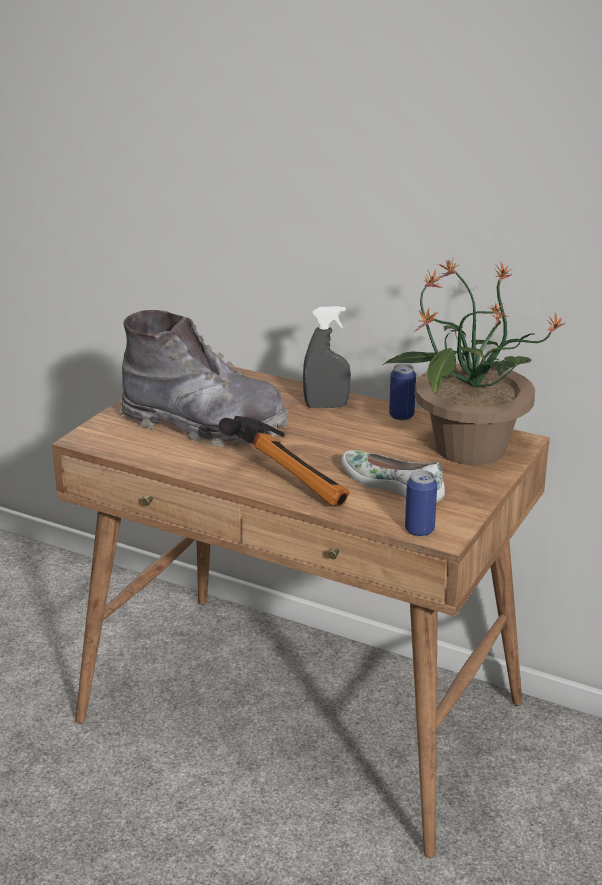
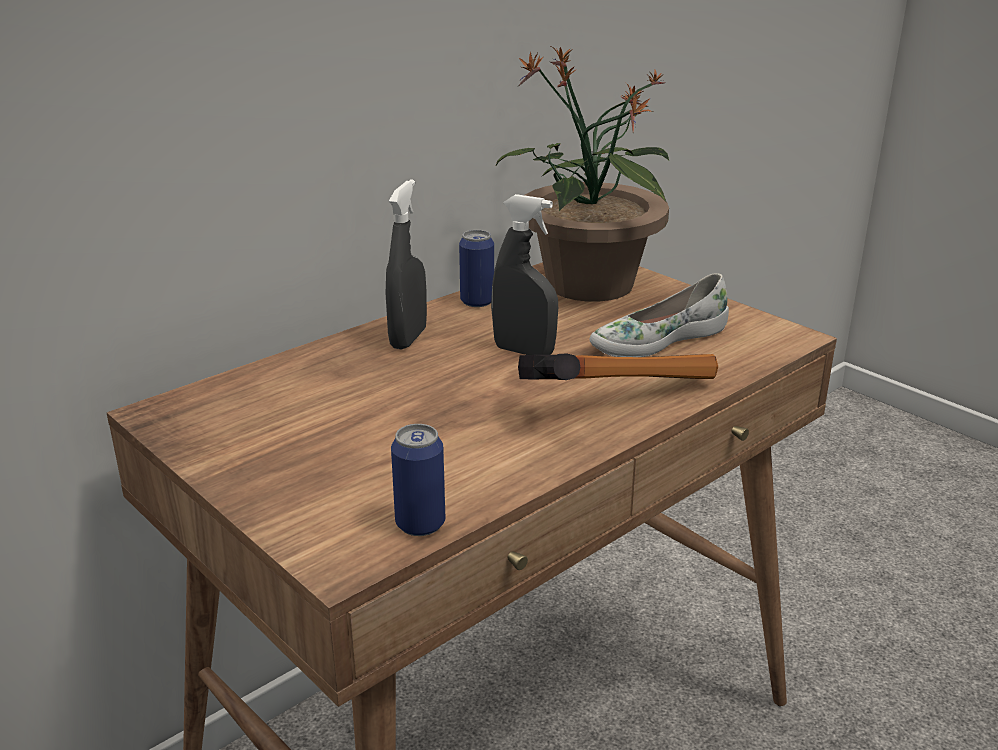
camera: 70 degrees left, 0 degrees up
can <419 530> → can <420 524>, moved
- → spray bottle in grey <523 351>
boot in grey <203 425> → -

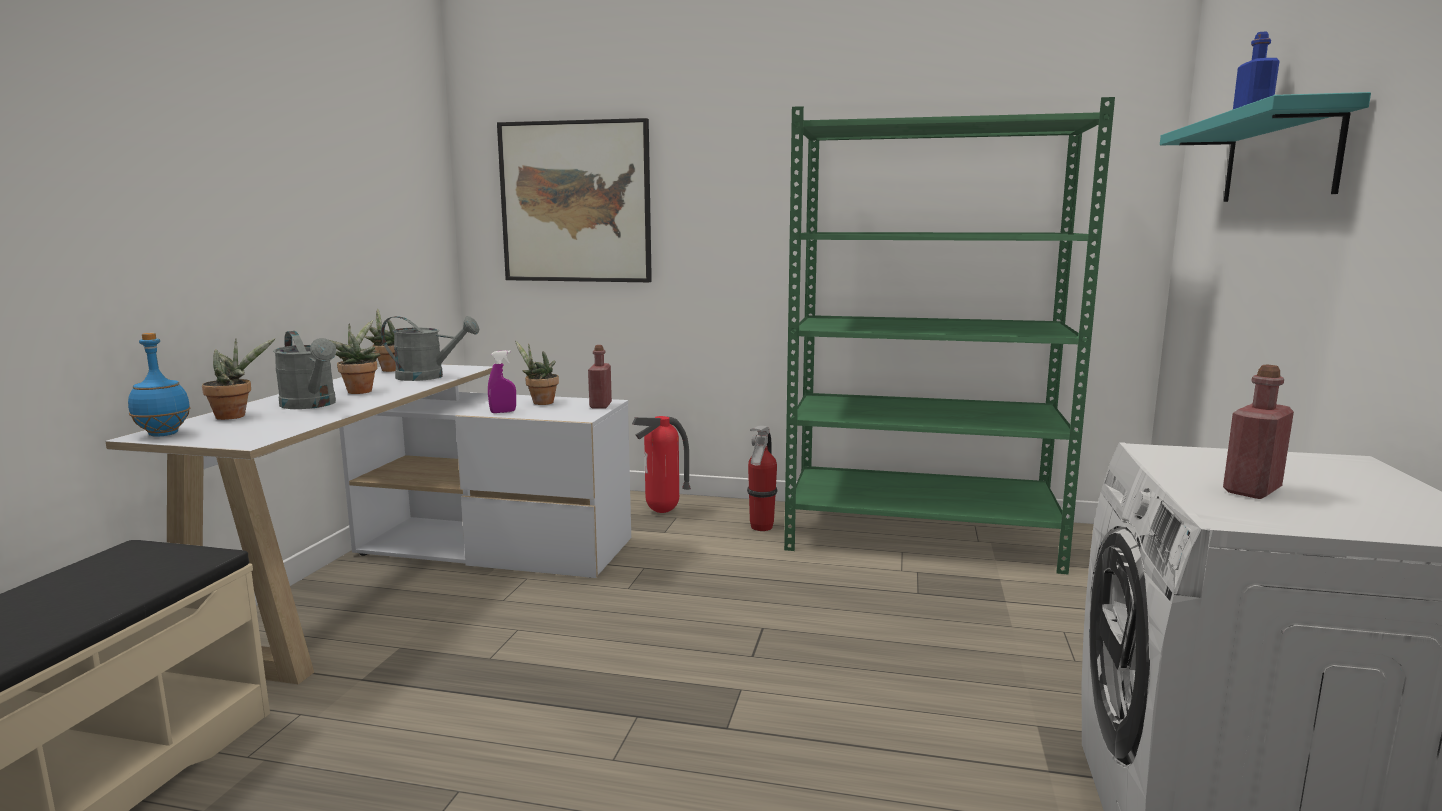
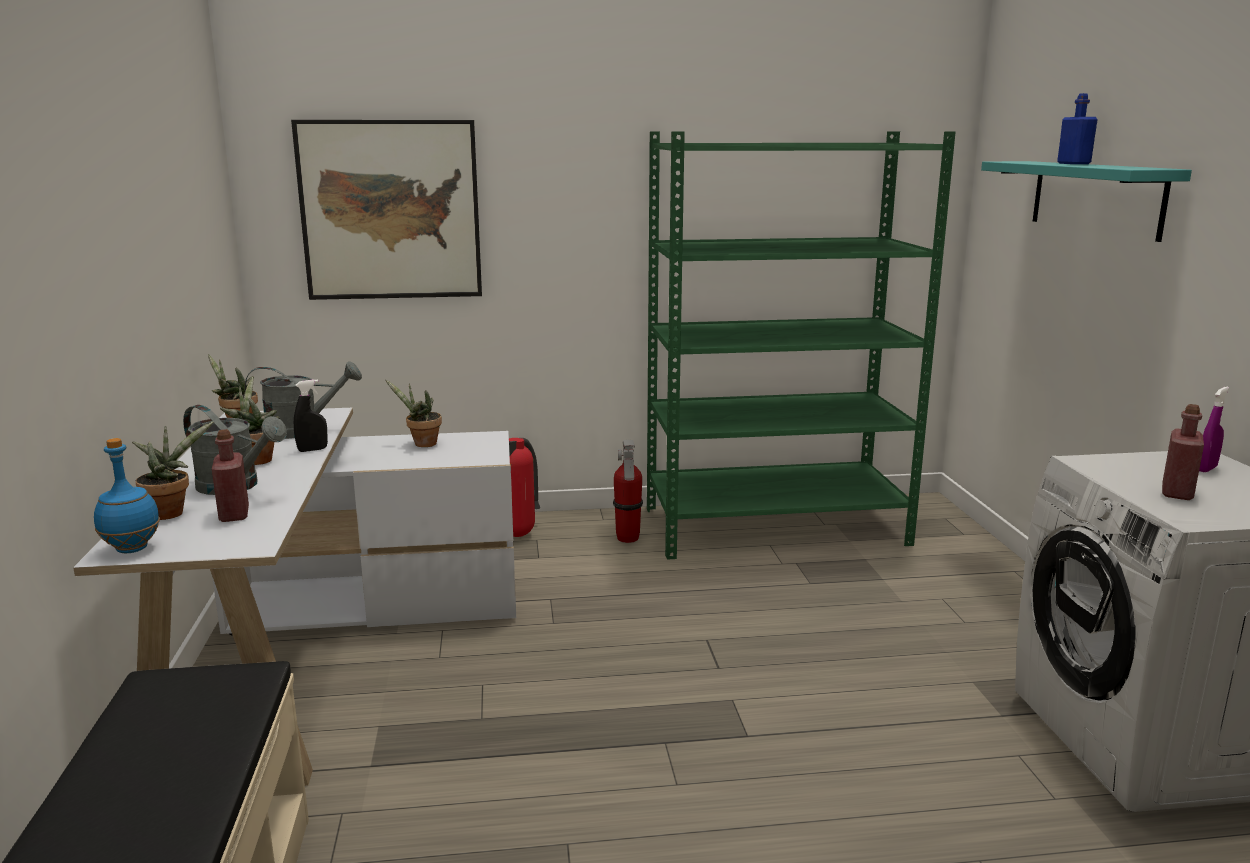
camera: 20 degrees left, 5 degrees up
bottle in red <600 405> → bottle in red <234 514>, moved
- → spray bottle in black <312 450>
spray bottle in purple <503 412> → spray bottle in purple <1206 469>, moved

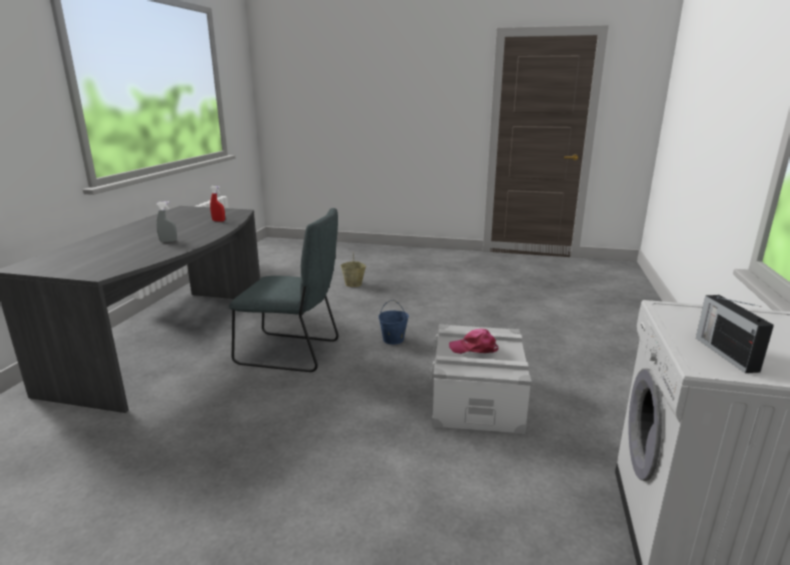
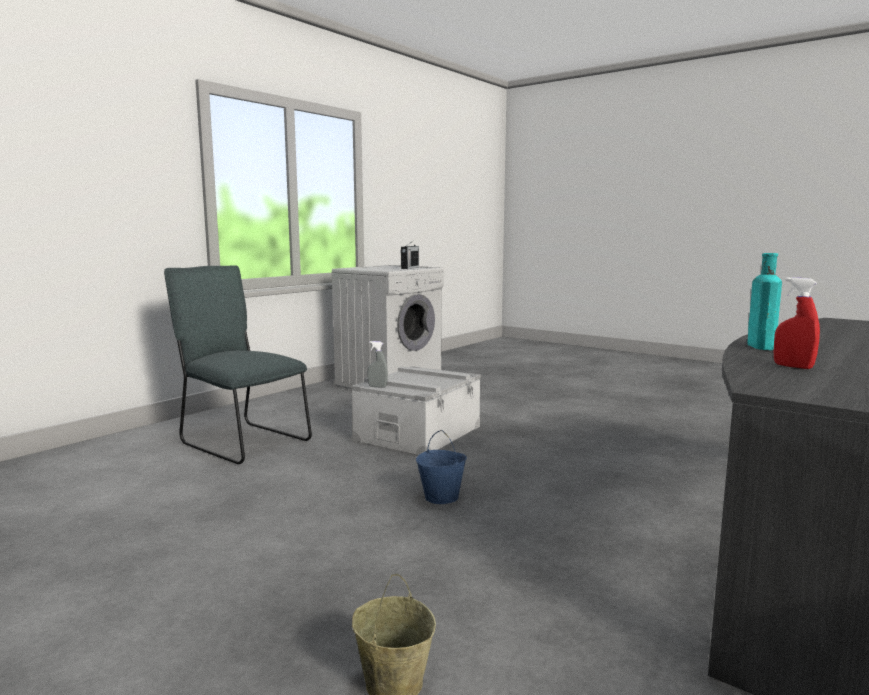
camera: 155 degrees left, 10 degrees down
chair in grey <293 353> → chair in grey <241 441>, moved
spray bottle in grey <168 241> → spray bottle in grey <377 386>, moved
- → bottle in turquoise <759 346>
cap in pink <474 348> → -

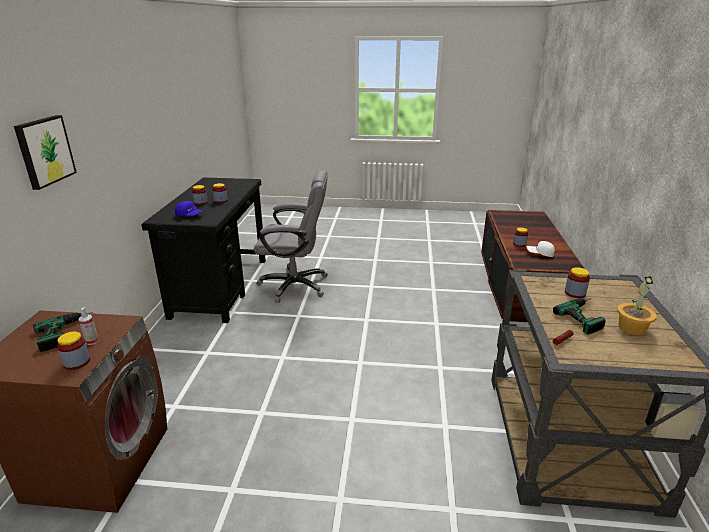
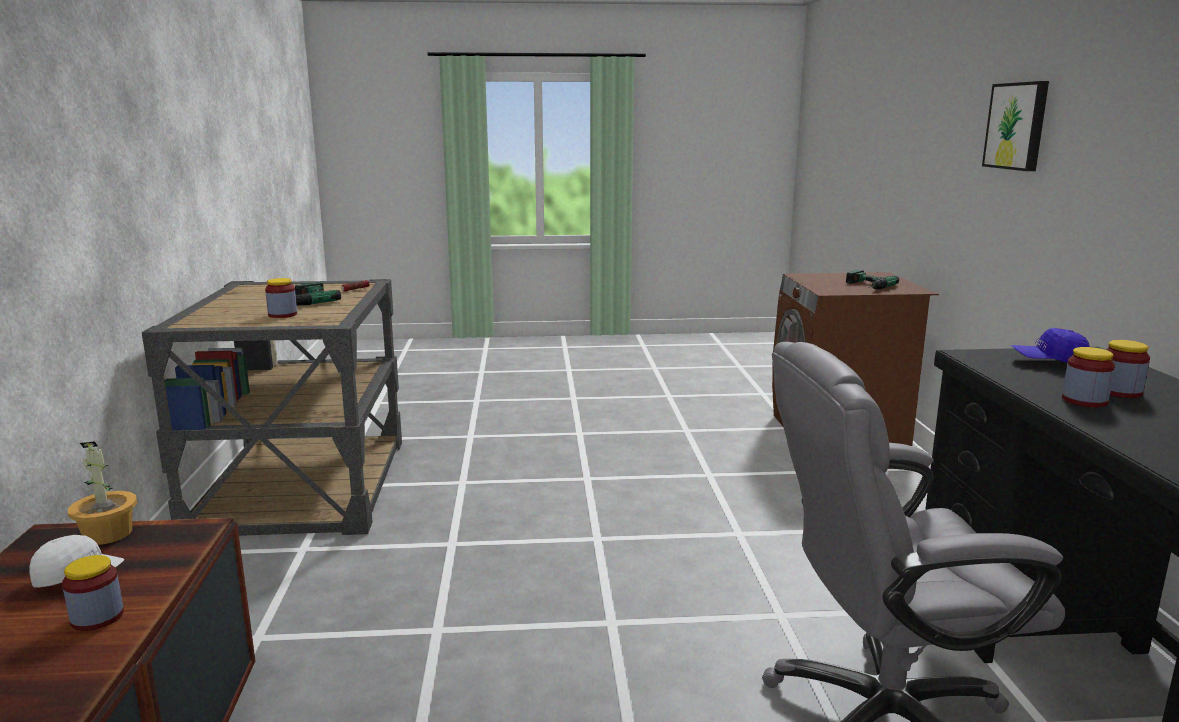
camera: 170 degrees right, 10 degrees down
potted plant <631 327> → potted plant <107 534>, moved
jar <77 362> → -
spray bottle <92 341> → -

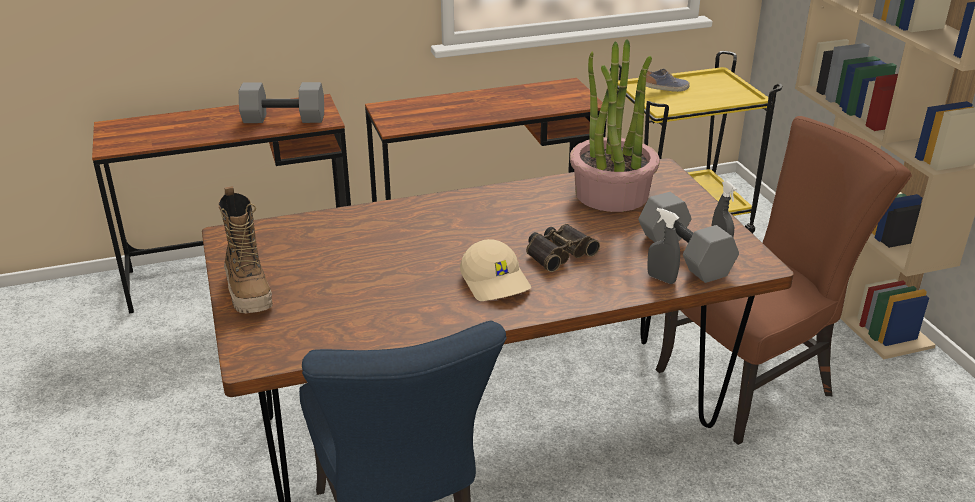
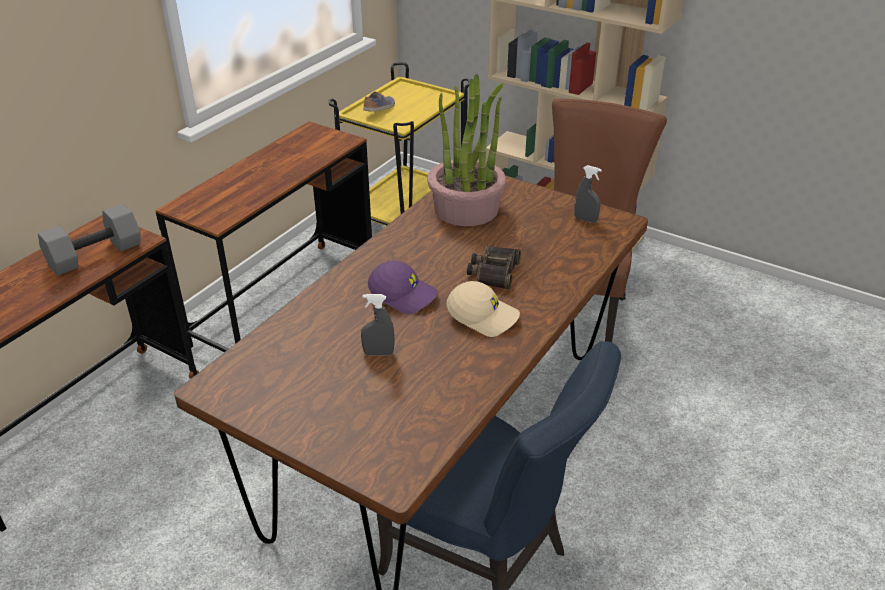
camera: 40 degrees left, 5 degrees up
spray bottle in grey <661 279> → spray bottle in grey <378 353>, moved
- → cap in purple <404 294>
boot <249 292> → -
dumbbell in grey <682 255> → -

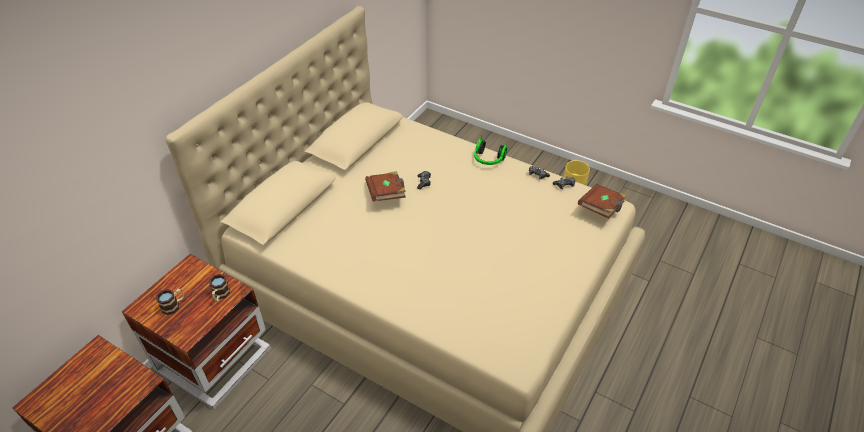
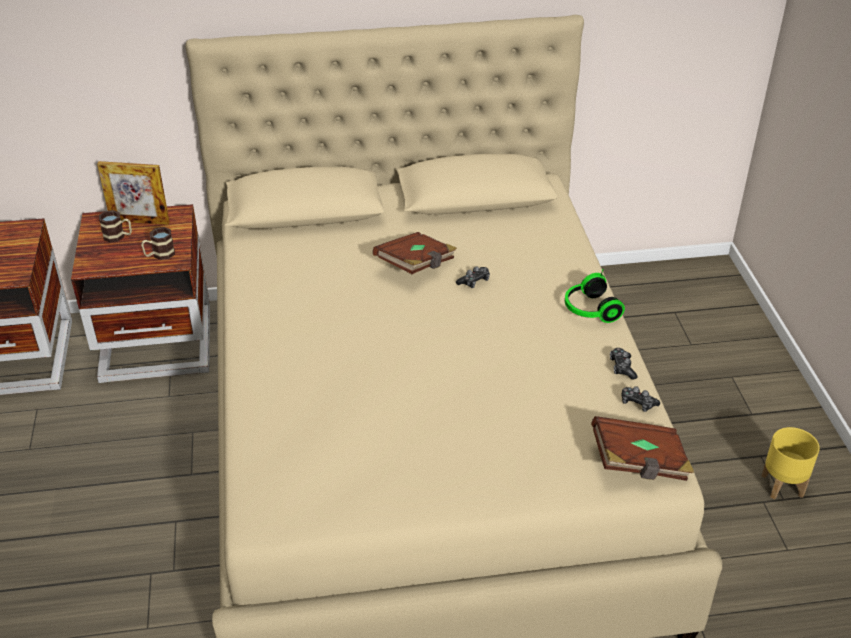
camera: 50 degrees right, 5 degrees down
- → picture frame <139 221>

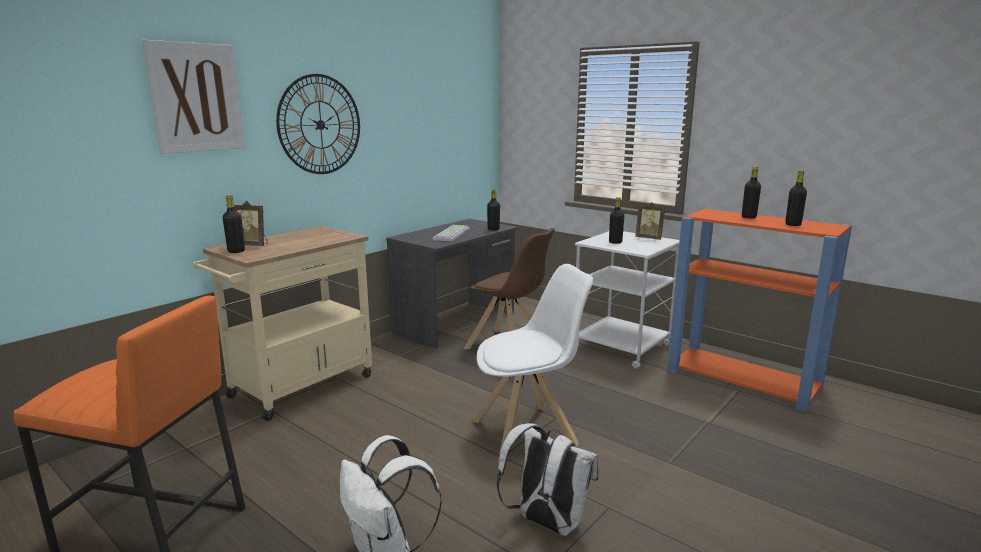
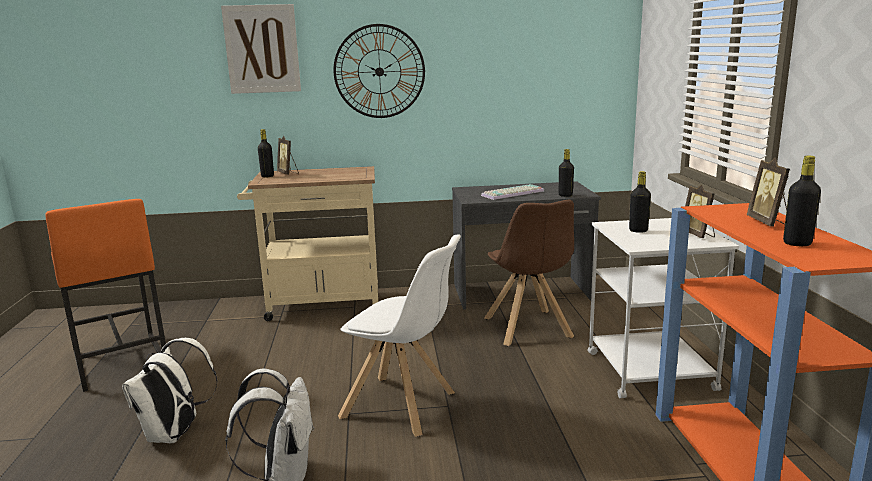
camera: 45 degrees right, 0 degrees up
bottle in black <748 217> → picture frame <768 223>

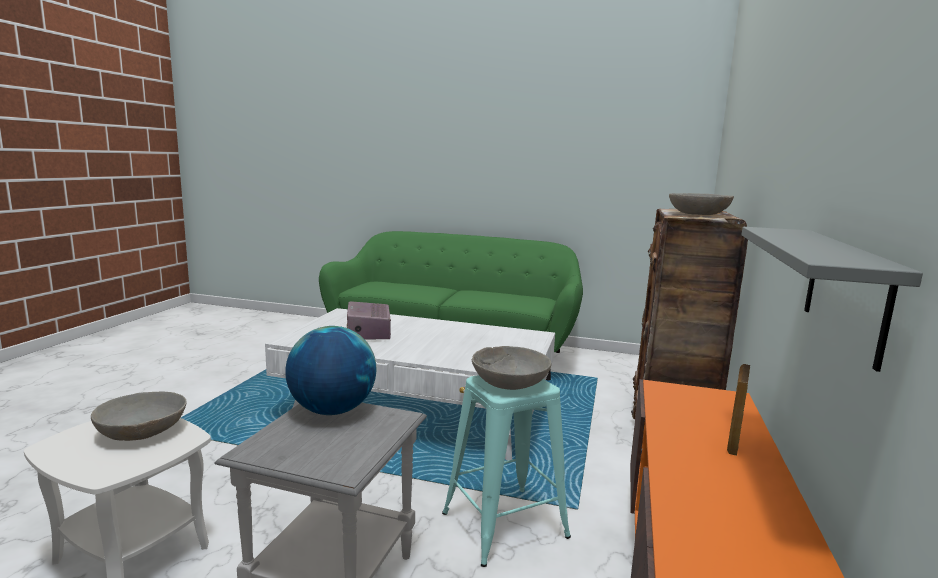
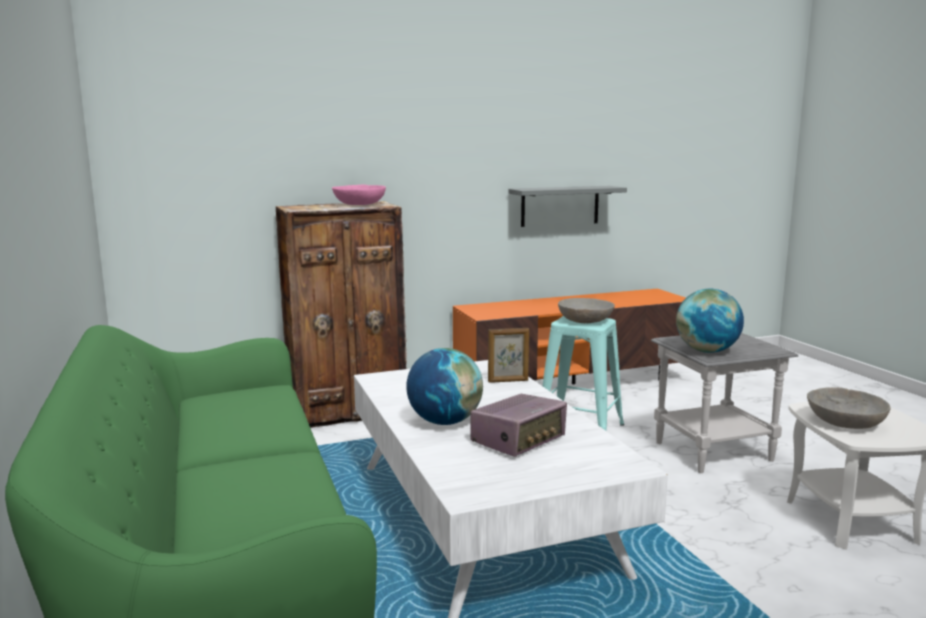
camera: 125 degrees left, 0 degrees up
bowl in grey <698 214> → bowl in pink <359 204>
- → globe <445 422>
picture frame <733 442> → picture frame <508 381>, moved

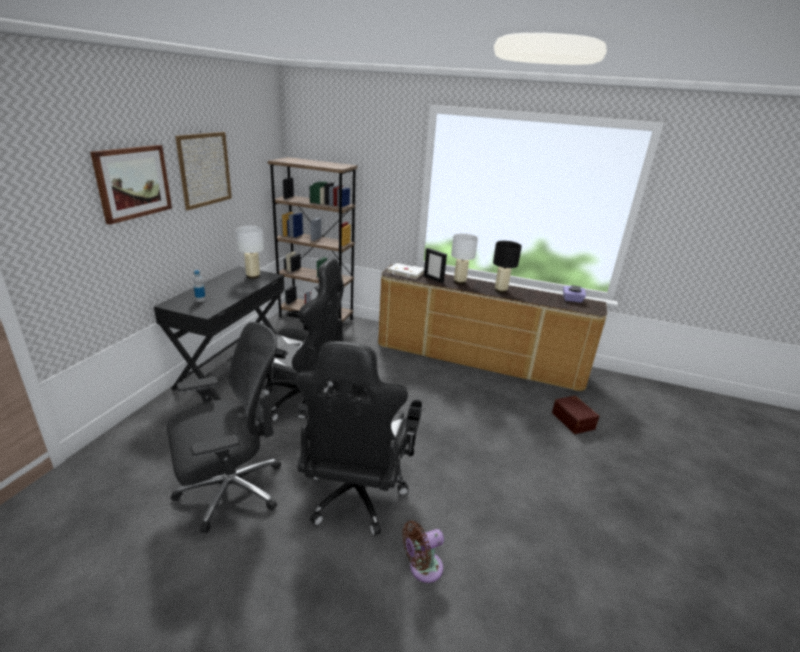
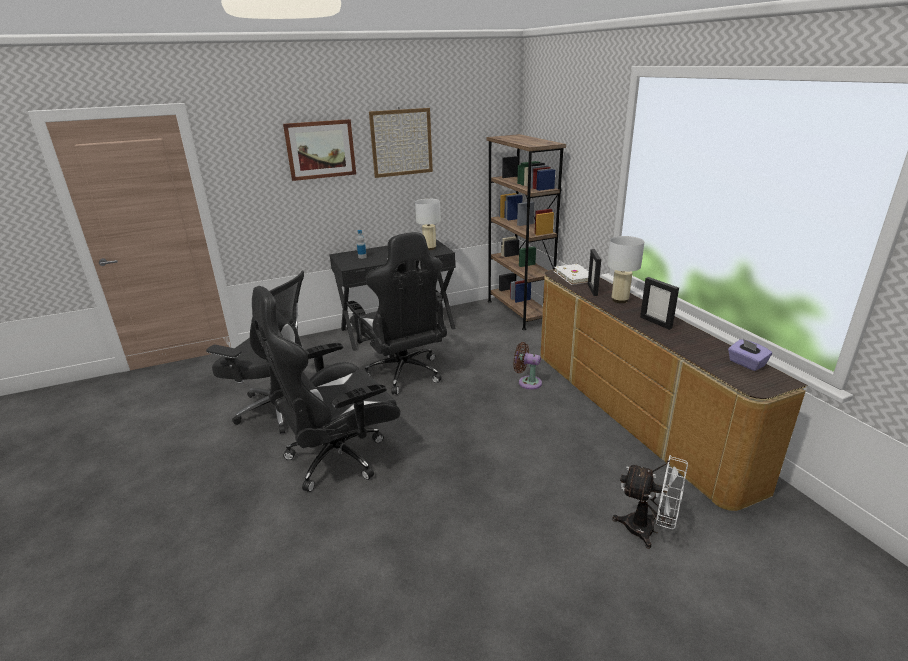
camera: 50 degrees right, 0 degrees up
fan in brown <422 568> → fan in brown <527 382>, moved
storage box in brown <573 420> → fan in white <648 530>
table lamp in black <501 290> → picture frame <656 322>

